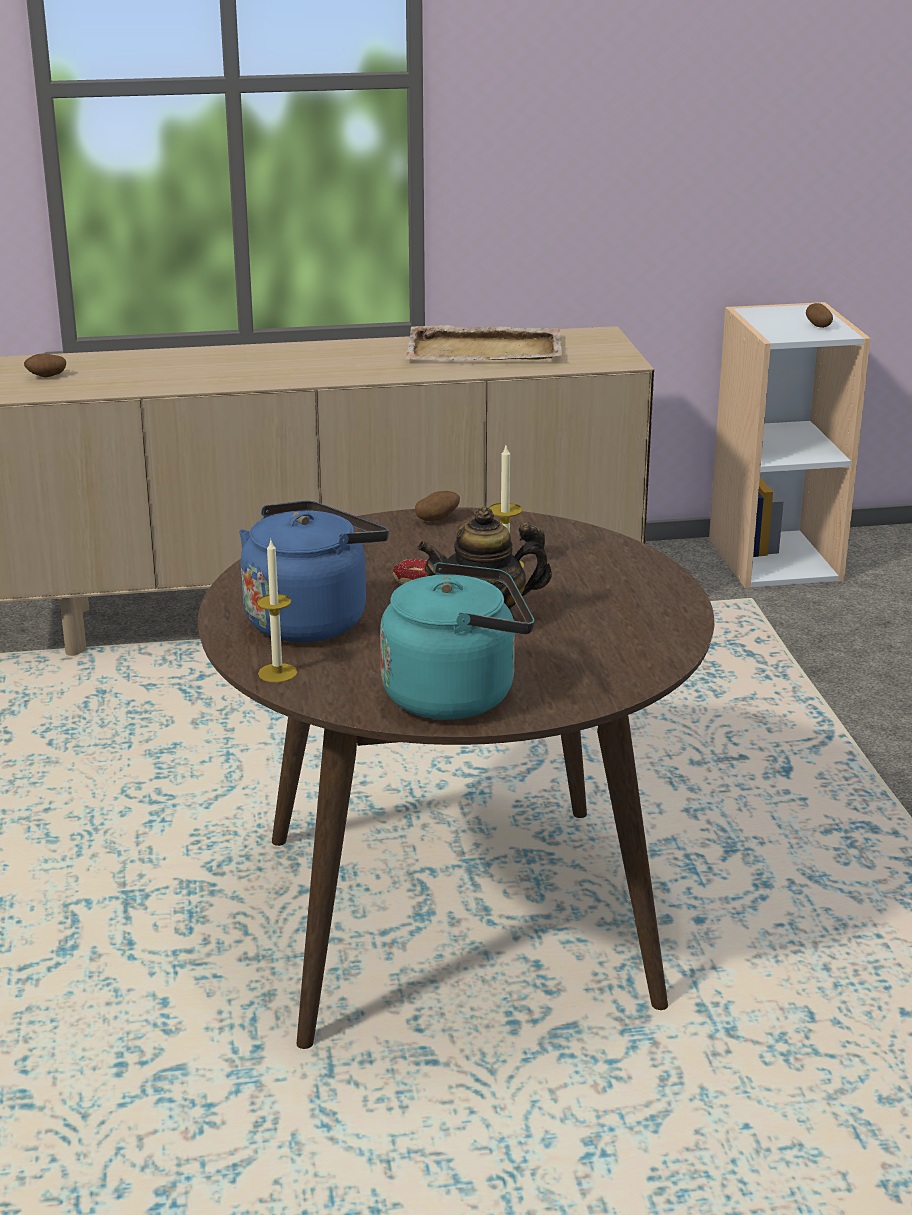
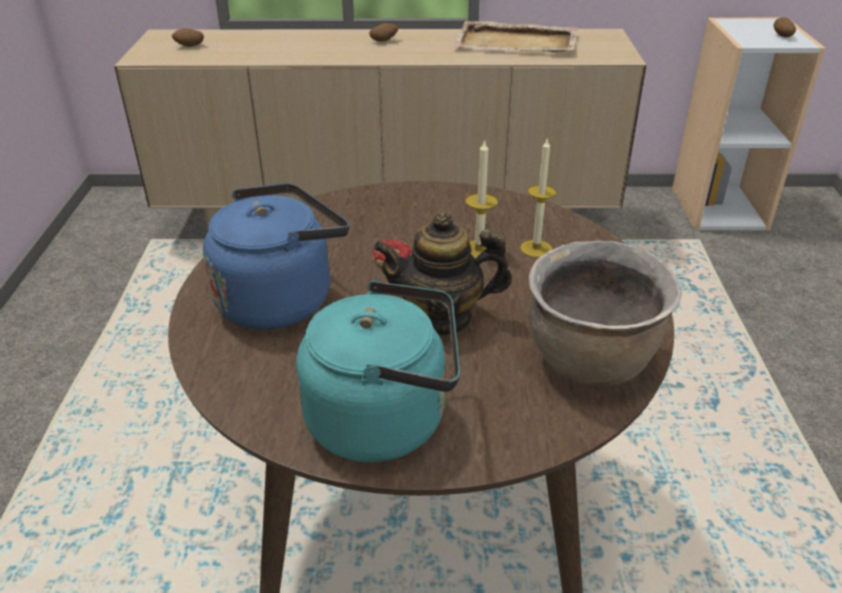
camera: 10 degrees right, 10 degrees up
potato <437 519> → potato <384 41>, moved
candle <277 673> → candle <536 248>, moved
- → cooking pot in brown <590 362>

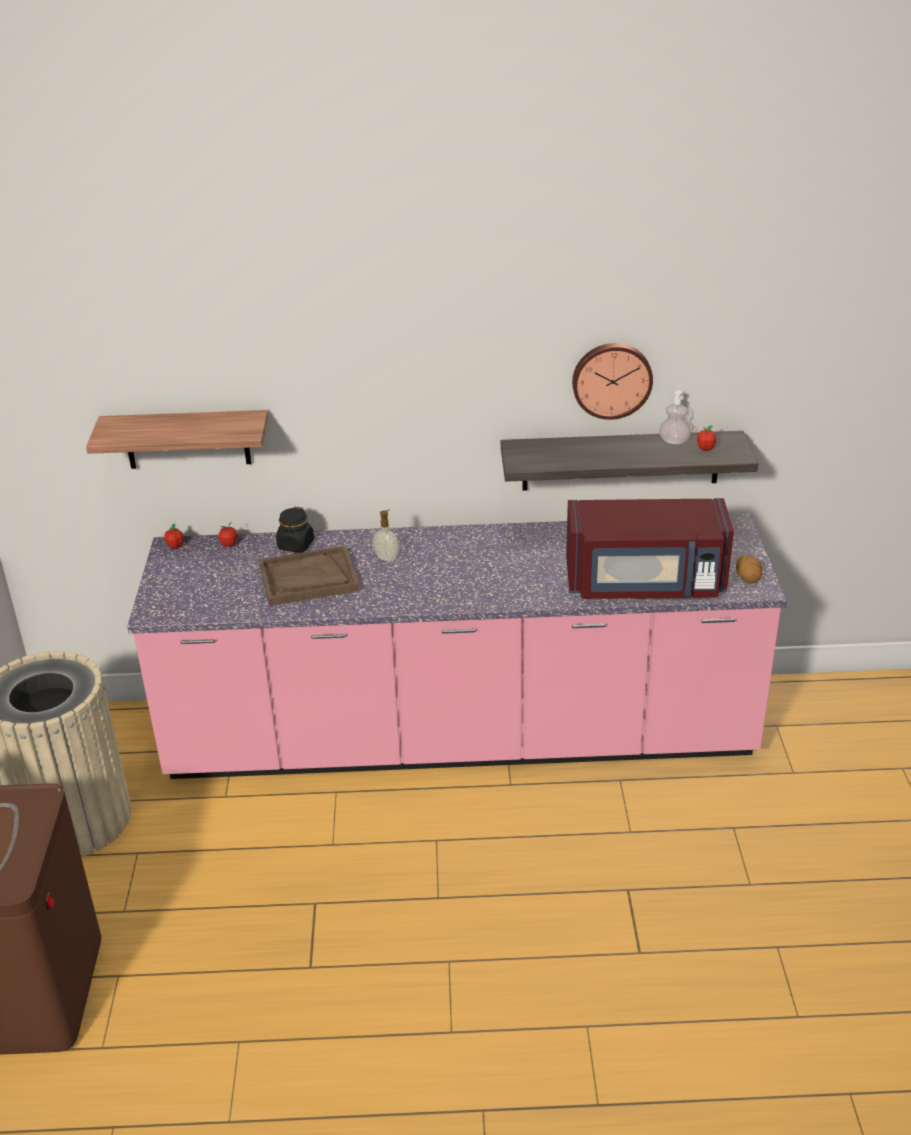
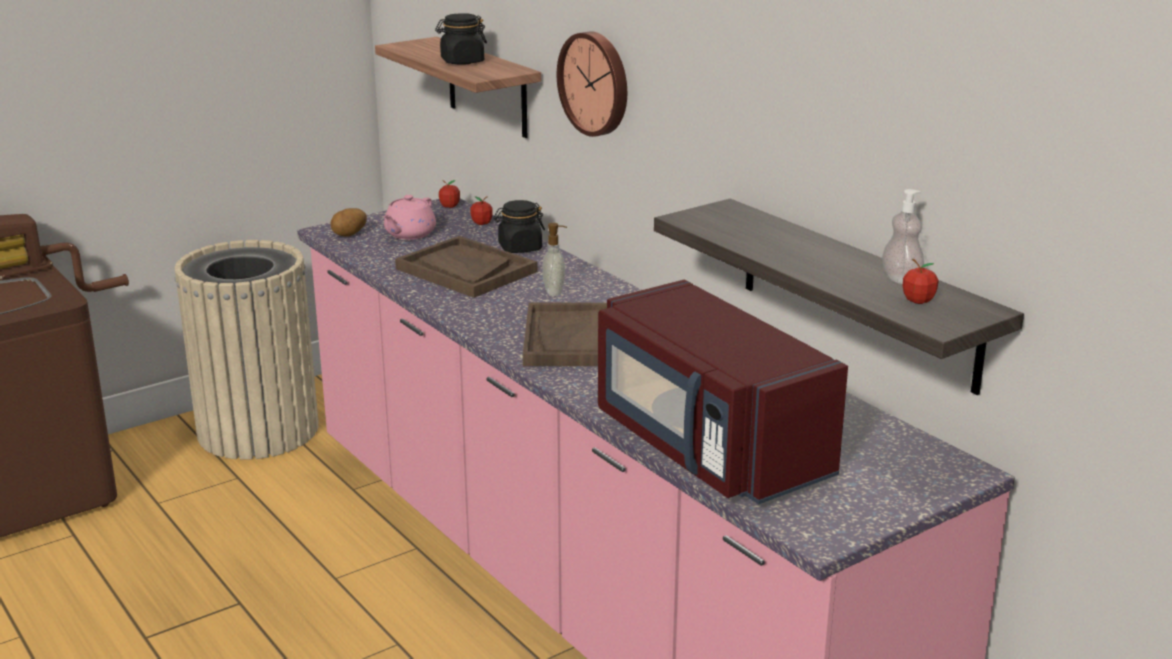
camera: 55 degrees right, 10 degrees down
potato <748 578> → potato <350 234>, moved
- → teapot in pink <409 234>
- → jar in black <462 61>
- → tray in brown <575 339>
wall clock <611 379> → wall clock <596 83>, moved

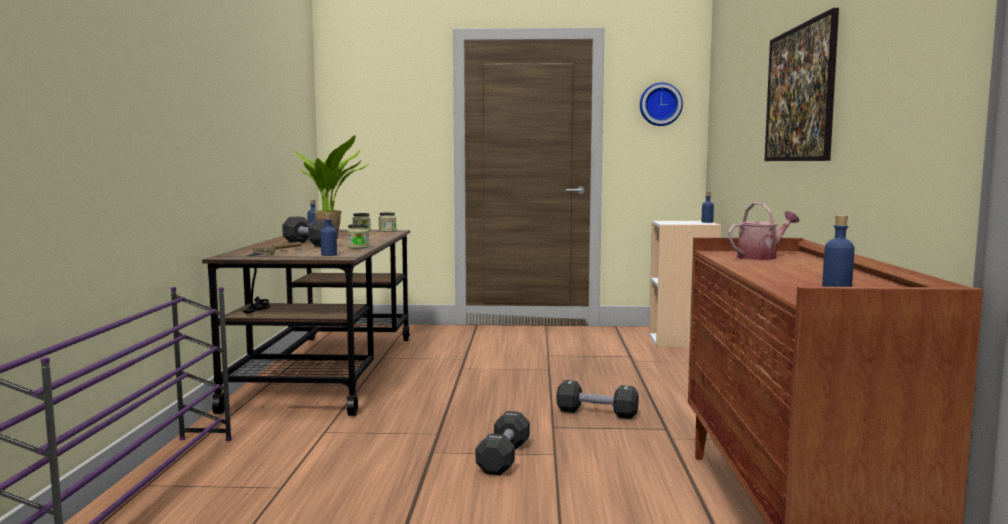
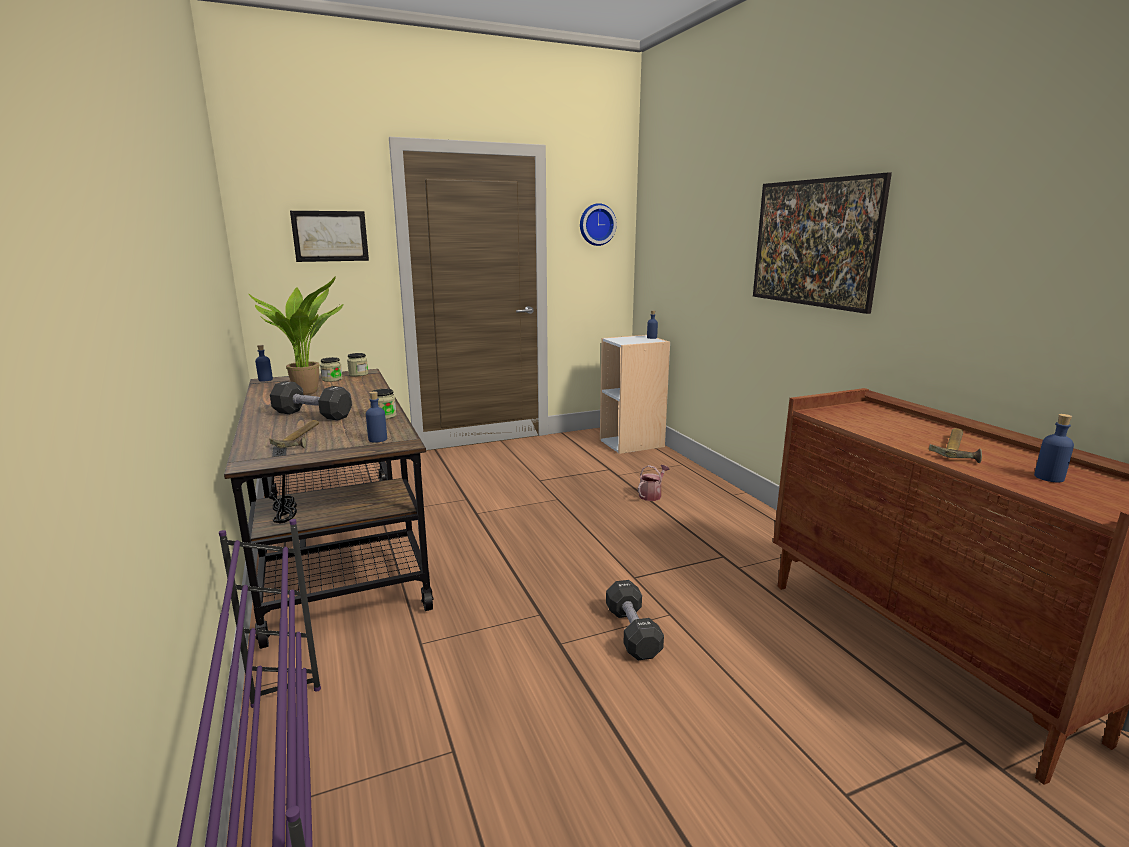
camera: 25 degrees left, 10 degrees up
- → picture <330 236>
watering can <761 257> → watering can <652 495>, moved
- → hammer <957 448>
dumbbell in black <597 413> → -

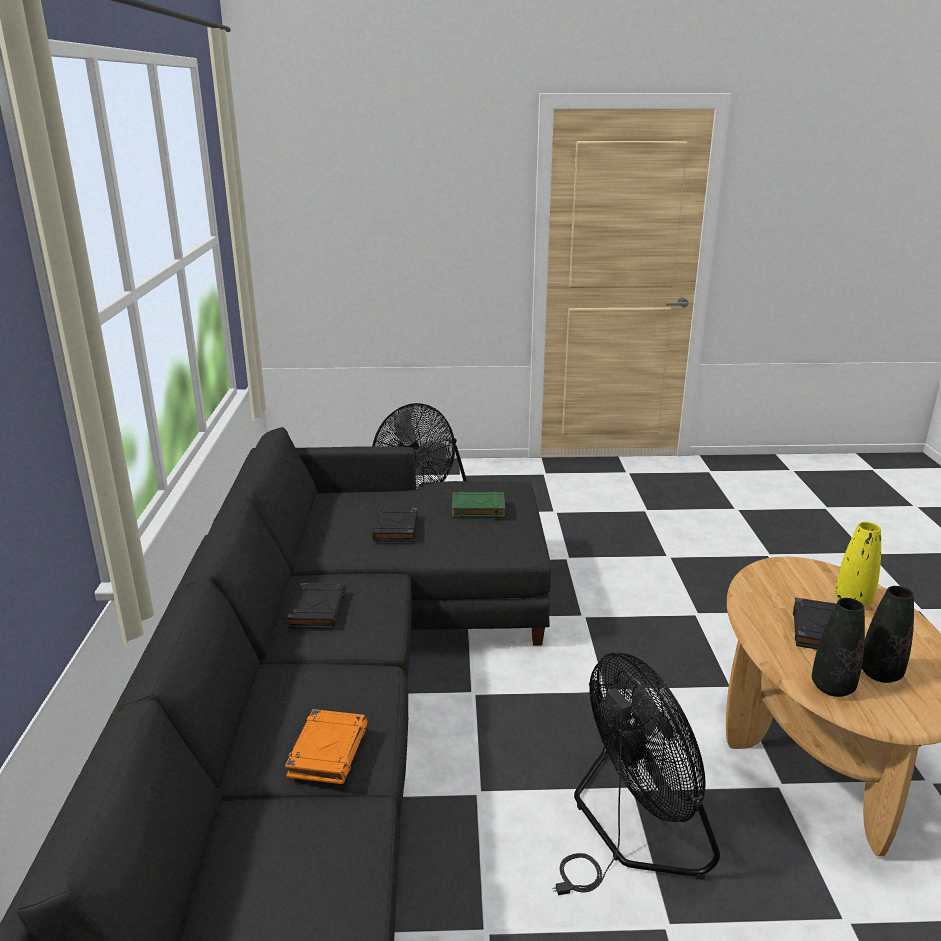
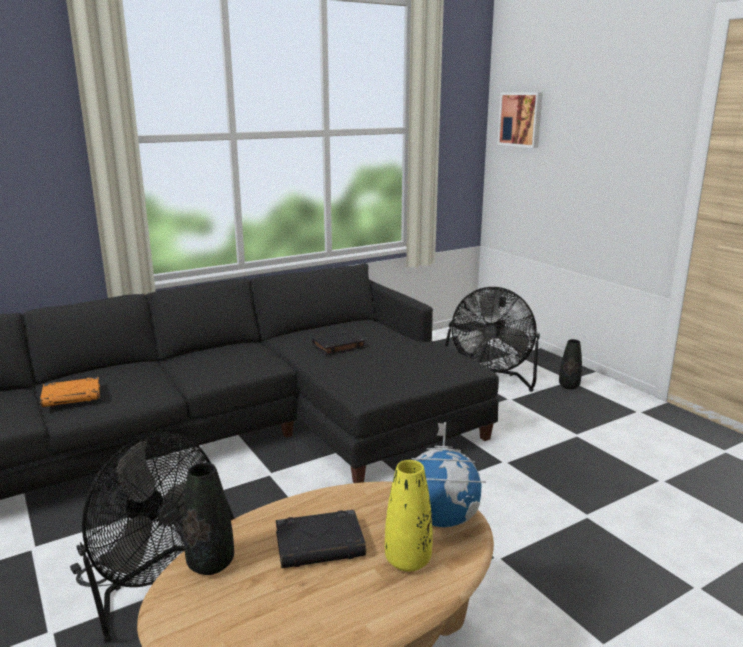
camera: 60 degrees right, 5 degrees down
- → globe <442 518>
- → picture <521 119>
vase in black <880 674> → vase in black <569 386>, moved
book in black <317 610> → -
book in green <477 508> → -

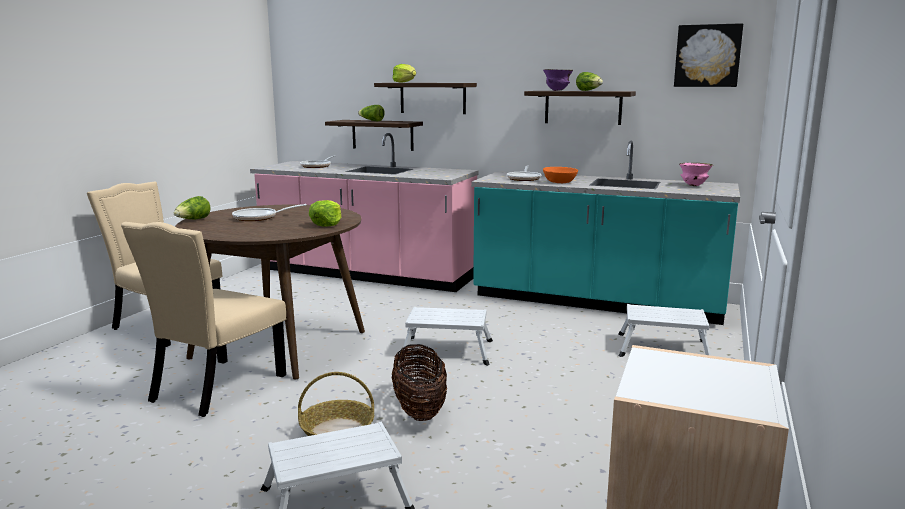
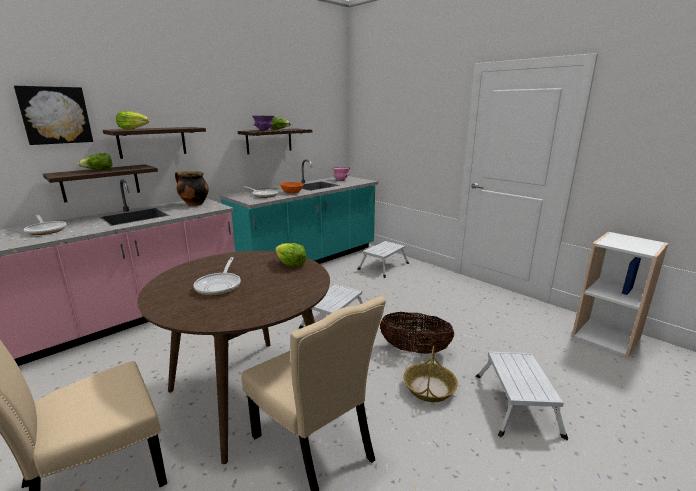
camera: 65 degrees left, 5 degrees up
picture <707 56> → picture <55 115>, moved
- → cooking pot <194 204>
lettuce <193 220> → -

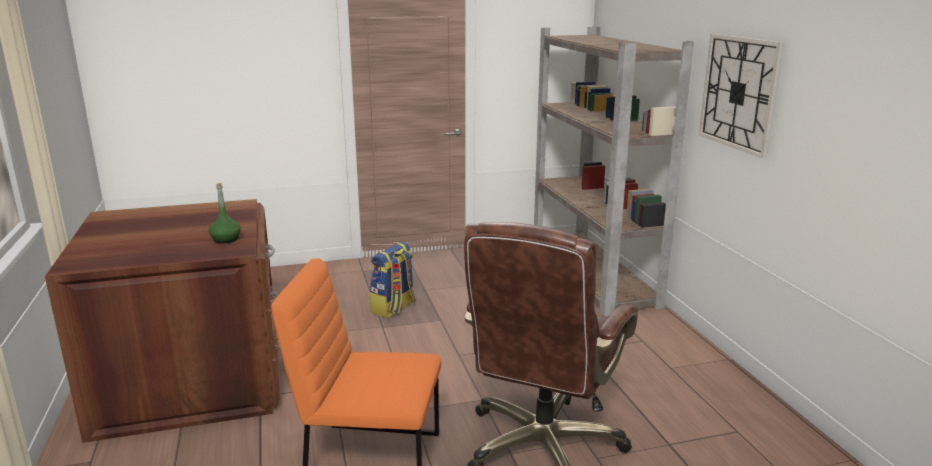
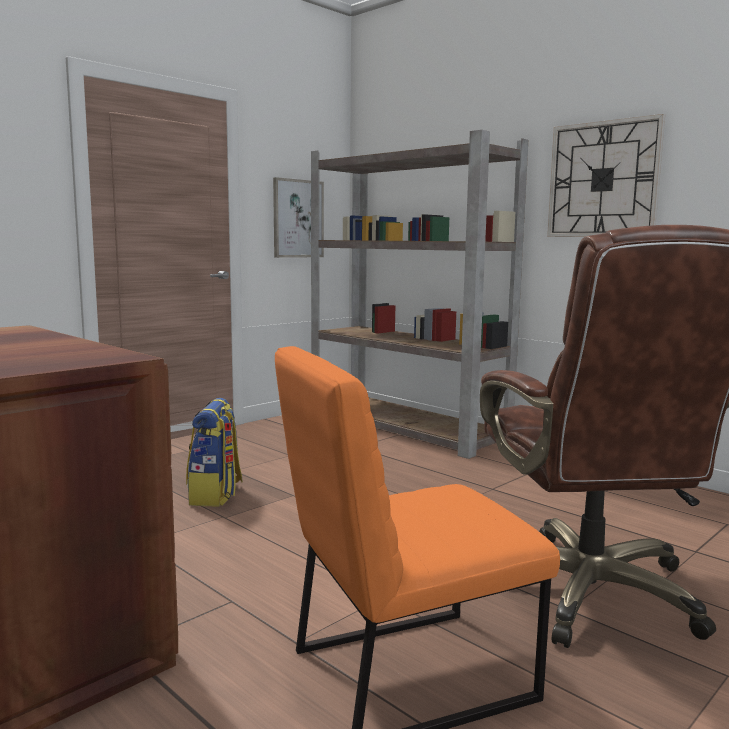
camera: 30 degrees left, 10 degrees down
- → picture <298 218>
bottle in green <226 239> → -

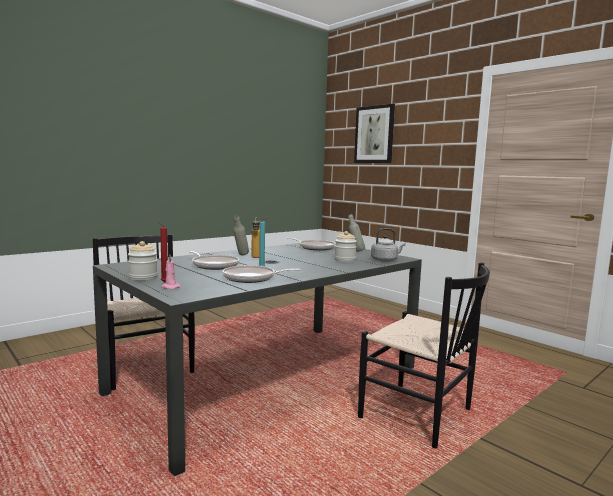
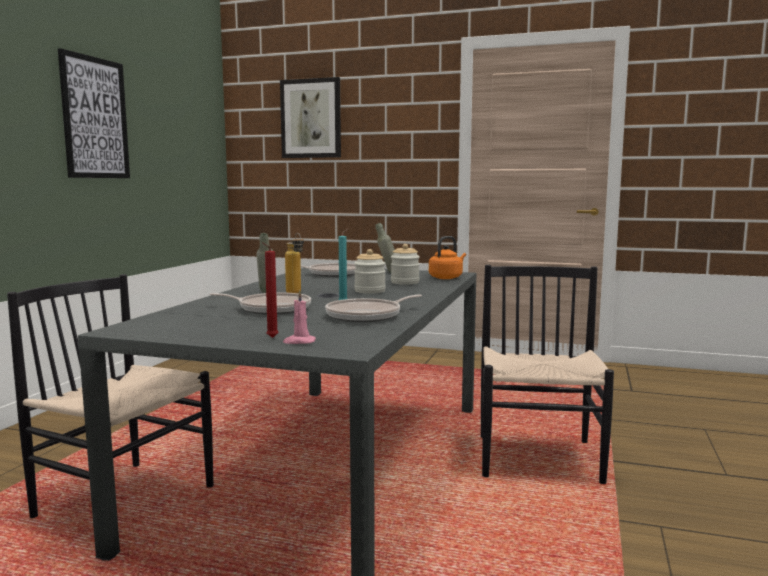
camera: 30 degrees left, 0 degrees up
- → picture <95 118>
jar <143 277> → jar <369 291>, moved
kettle in grey <385 260> → kettle in orange <447 277>
chair in black <420 416> → chair in black <537 456>, 90 degrees counterclockwise

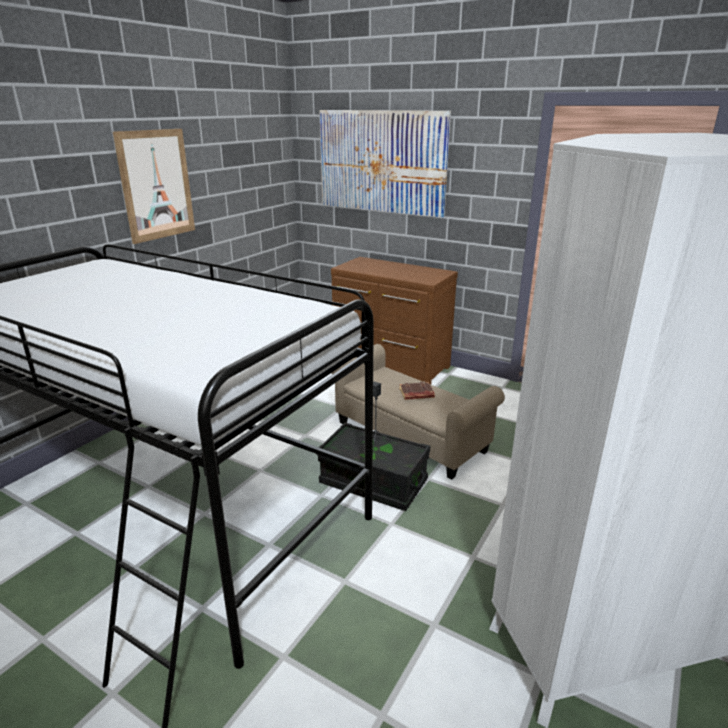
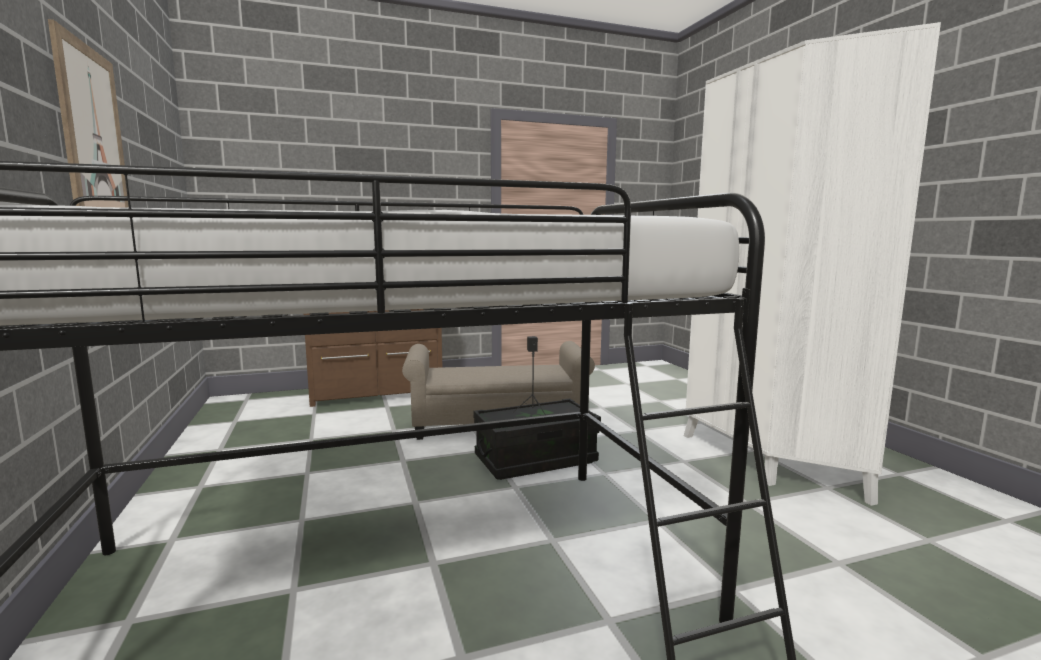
camera: 50 degrees left, 15 degrees down
picture <381 162> → -
book in brown <416 394> → -

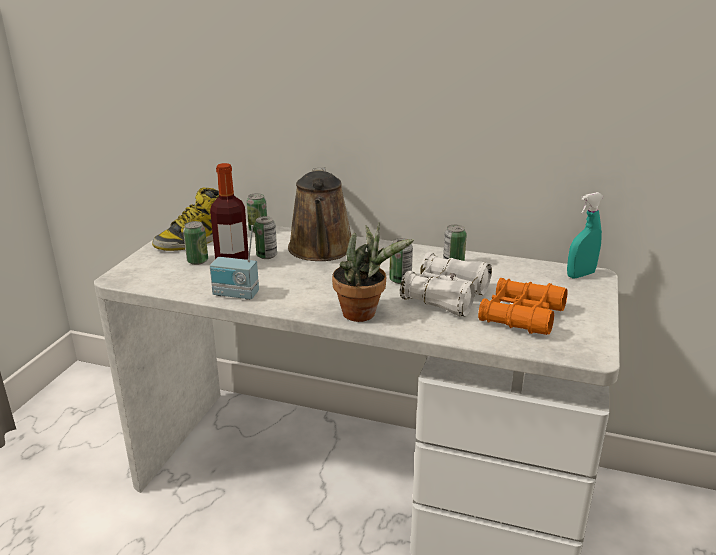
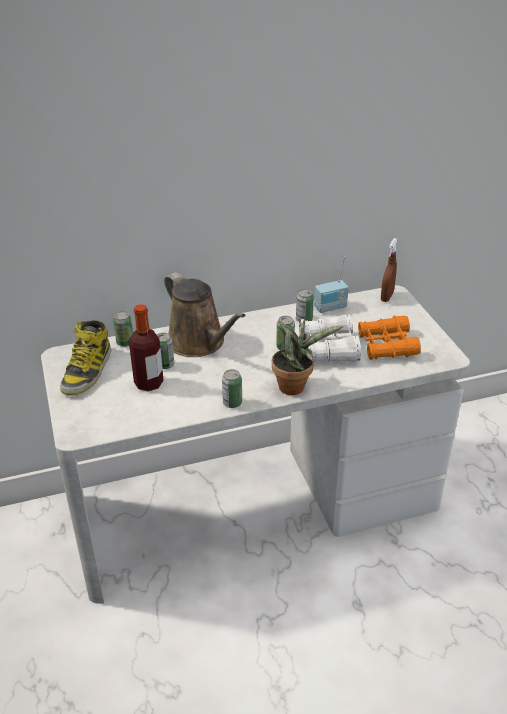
camera: 35 degrees left, 10 degrees up
can <197 261> → can <232 403>, moved
radio <235 295> → radio <331 308>, moved
spray bottle in turquoise <580 275> → spray bottle in brown <387 297>

